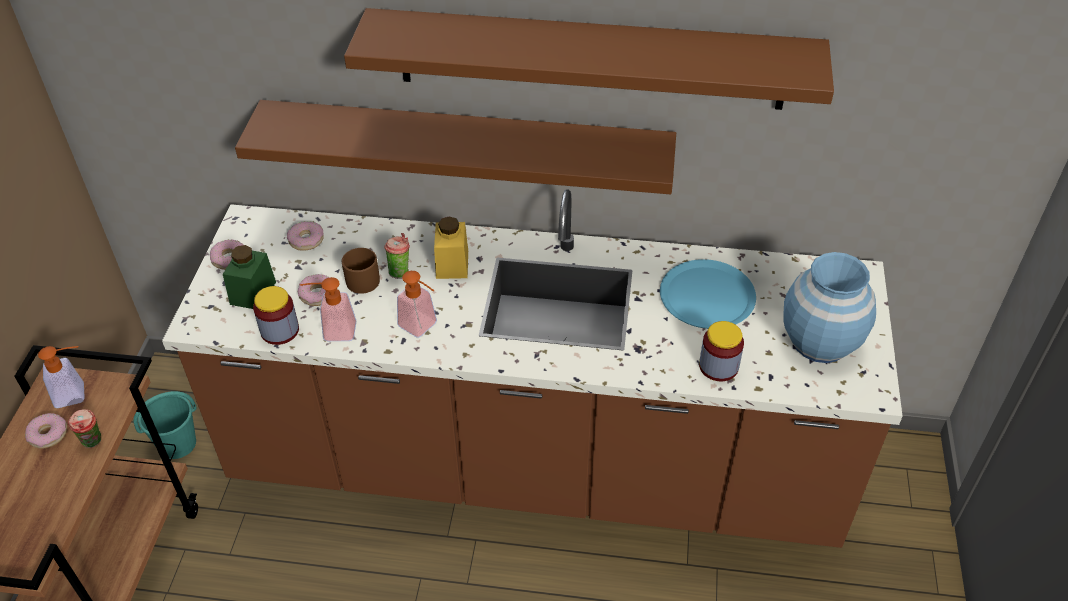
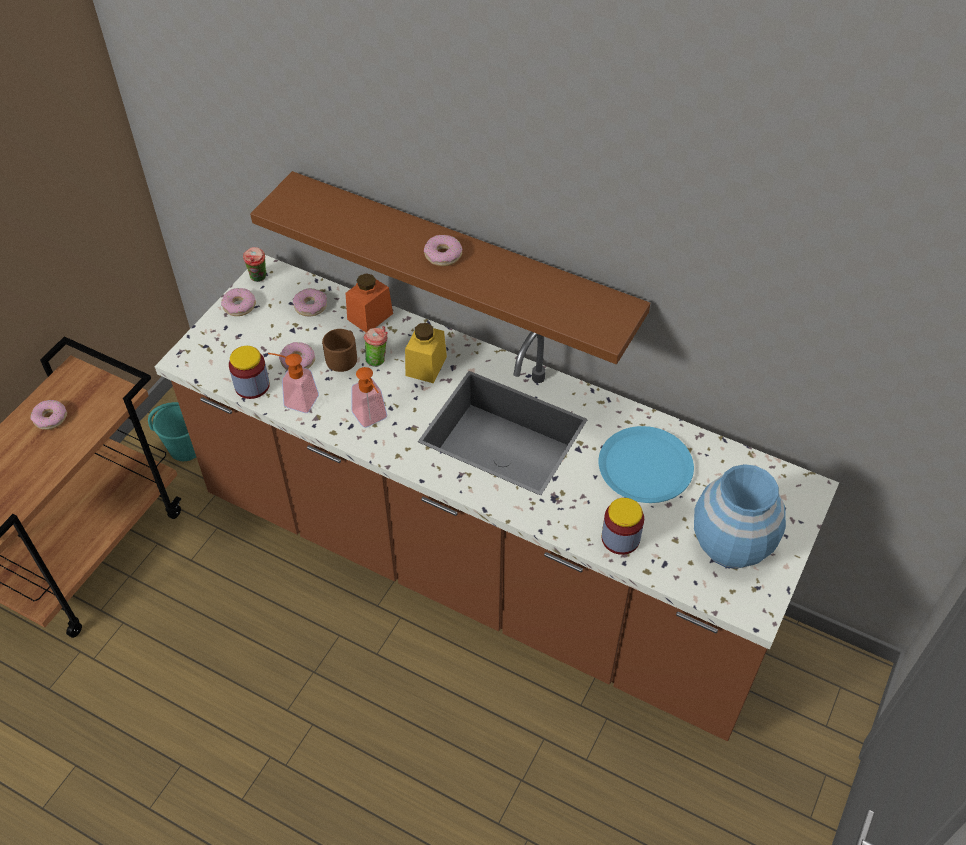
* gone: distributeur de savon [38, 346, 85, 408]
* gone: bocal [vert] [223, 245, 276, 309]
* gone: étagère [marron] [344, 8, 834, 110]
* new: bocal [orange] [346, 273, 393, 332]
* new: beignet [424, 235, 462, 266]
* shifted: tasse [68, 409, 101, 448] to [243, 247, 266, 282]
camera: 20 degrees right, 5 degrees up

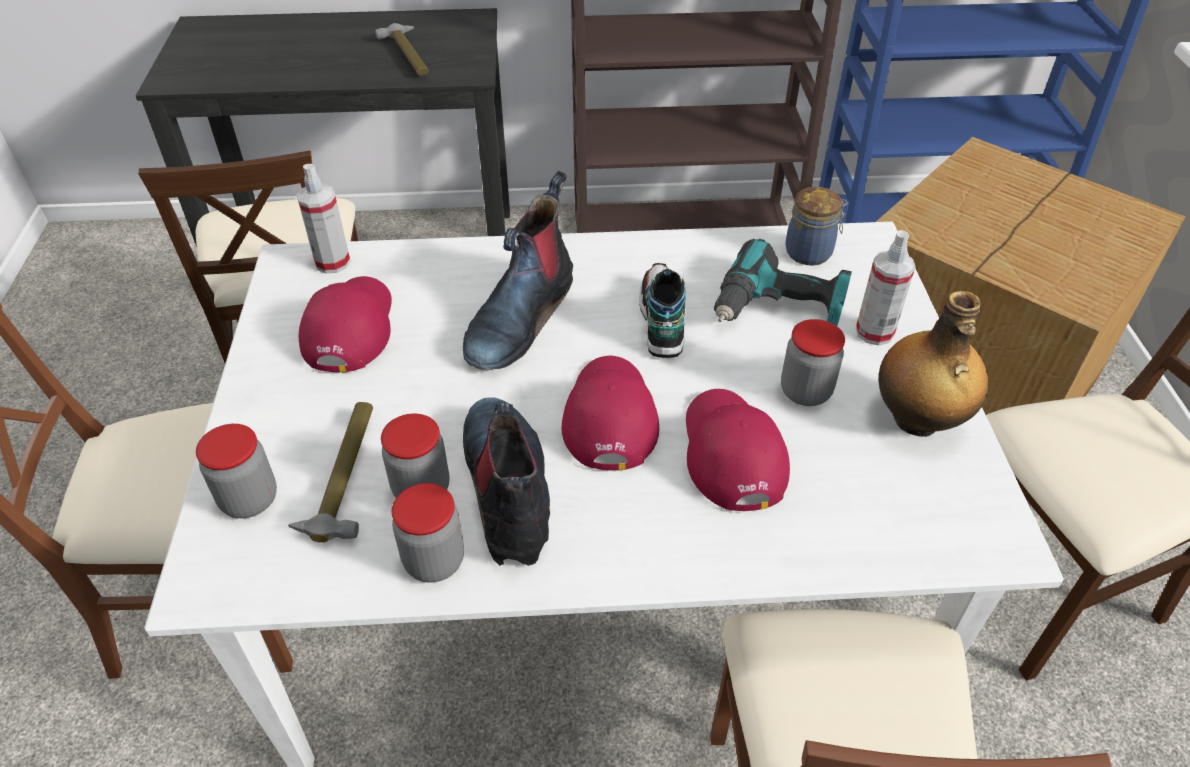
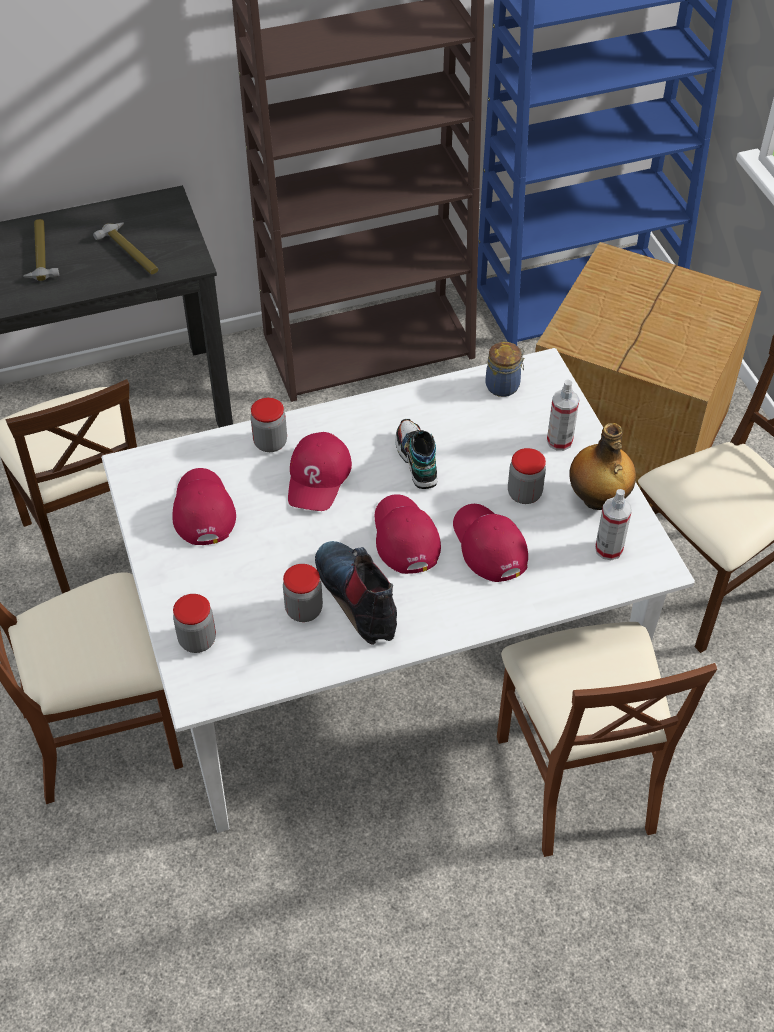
* gone: perceuse [714, 239, 852, 326]
* shifted: marteau [288, 402, 373, 542] to [23, 219, 59, 281]
* shifted: vaporisateur [297, 164, 351, 274] to [595, 489, 632, 560]
* shifted: bocal [391, 483, 464, 583] to [250, 398, 287, 452]
* swapped: botte [463, 171, 573, 370] to casquette [rouge] [288, 432, 352, 511]
camera: 15 degrees left, 5 degrees up

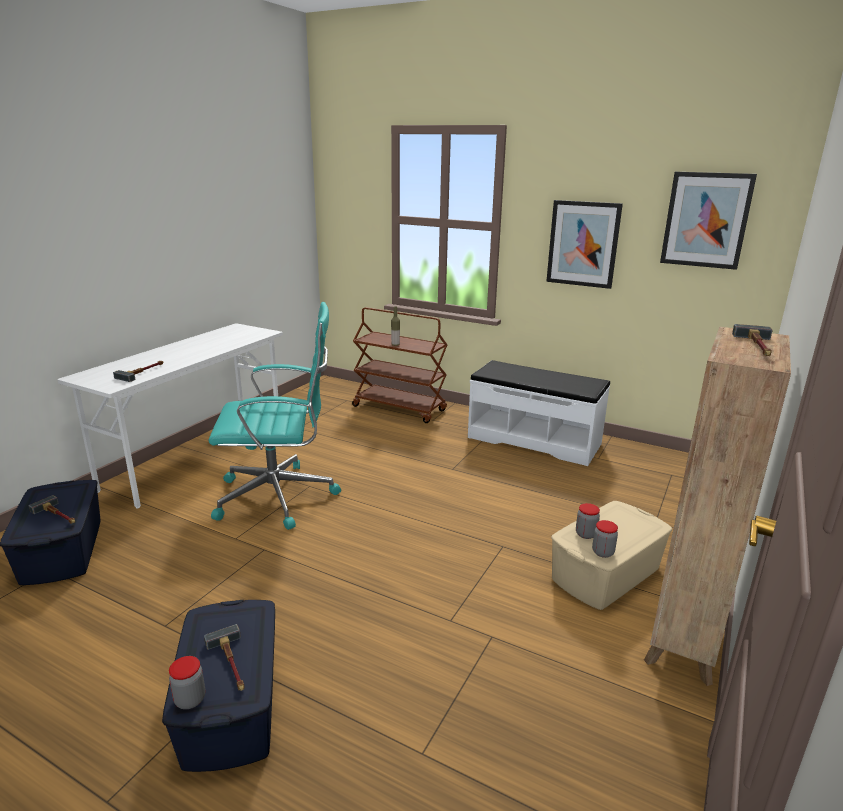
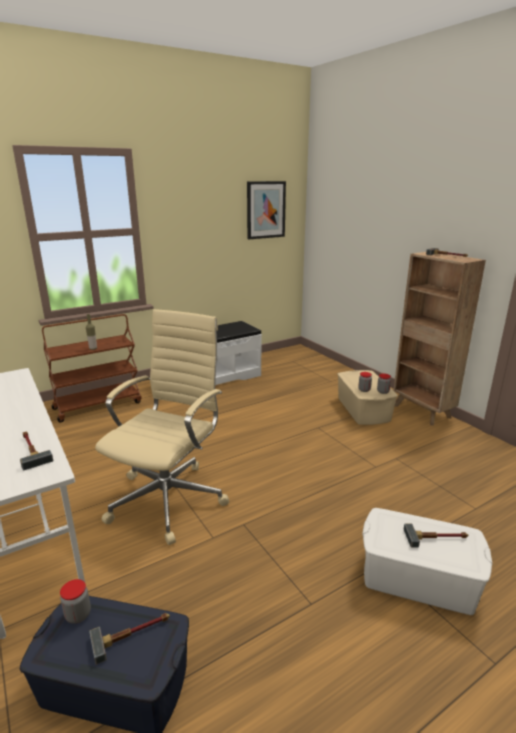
* gone: tableau [546, 200, 623, 289]
* shifted: bocal [169, 656, 205, 709] to [60, 579, 91, 624]
* repainted: boîte de rangement [bleu] [162, 600, 275, 772] to boîte de rangement [blanc] [362, 508, 493, 615]
* repainted: chaise de bureau [turquoise] [209, 302, 341, 530] to chaise de bureau [beige] [95, 309, 229, 545]
camera: 60 degrees left, 0 degrees up

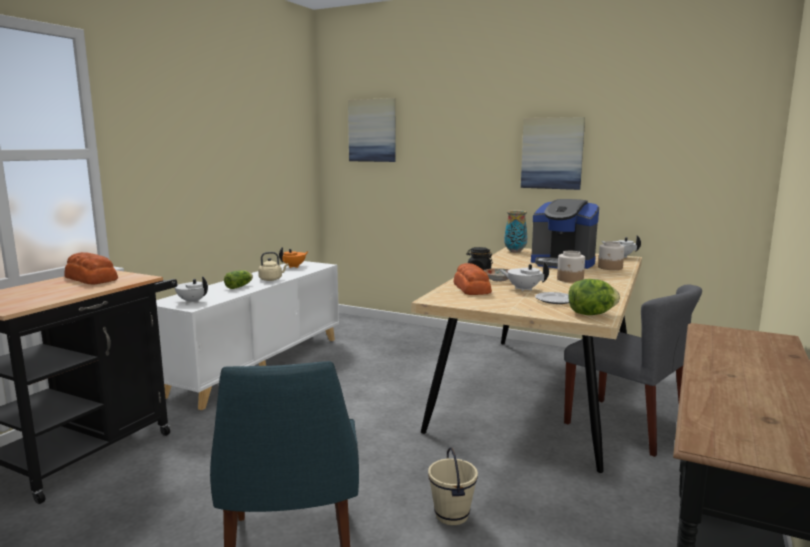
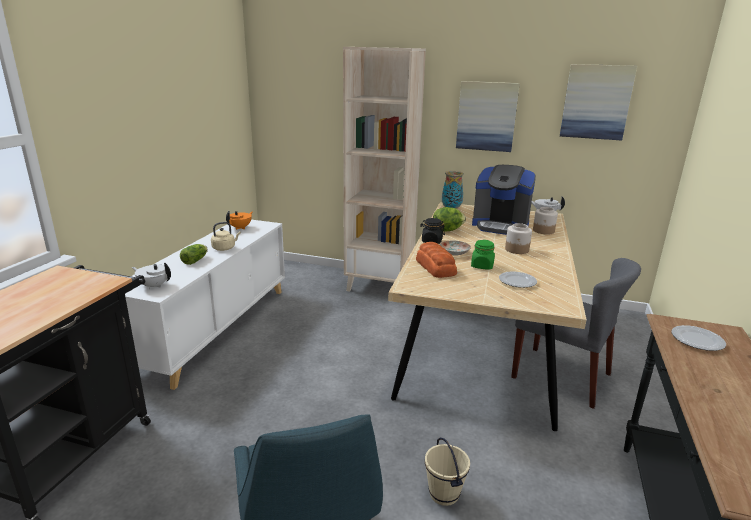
* gone: pain [64, 252, 118, 285]
* new: bibliothèque [beige] [343, 47, 426, 292]
* new: assiette [671, 325, 726, 351]
* shifted: tableau [348, 98, 396, 162] to [560, 64, 637, 140]
* shifted: laitue [568, 279, 620, 315] to [433, 207, 466, 232]
* swapped: théière [blanc] [499, 262, 549, 291] to bocal [vert] [471, 240, 495, 270]
camera: 10 degrees left, 10 degrees up

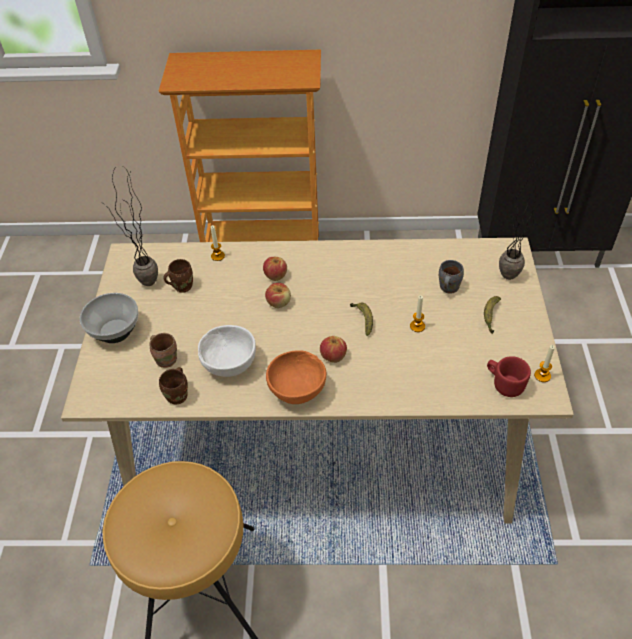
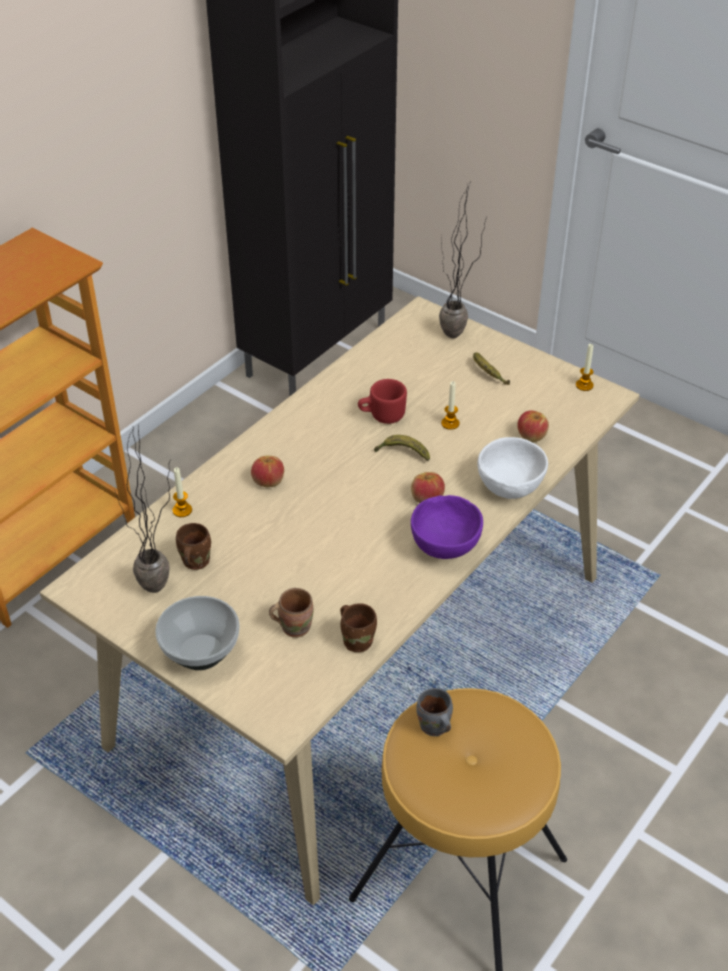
* shifted: bol [blanc] [198, 325, 256, 377] to [477, 437, 548, 499]
* shifted: pomme [265, 283, 291, 308] to [517, 410, 549, 442]
* shifted: mug [gris] [439, 260, 464, 294] to [416, 688, 453, 736]
* shifted: mug [rouge] [487, 356, 531, 397] to [358, 379, 407, 424]
* repainted: bol [orange] [266, 350, 326, 404] to bol [violet] [411, 495, 483, 559]
camera: 55 degrees left, 5 degrees down

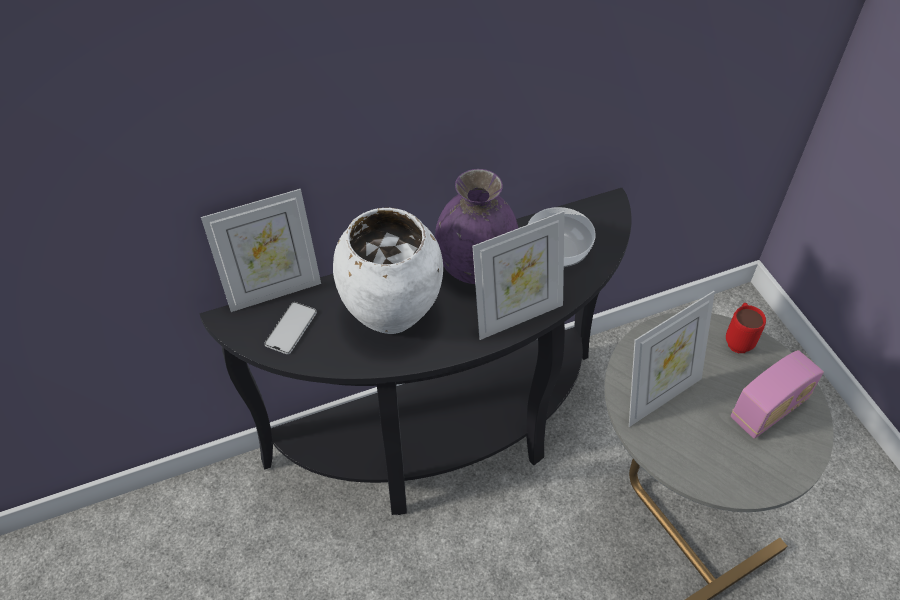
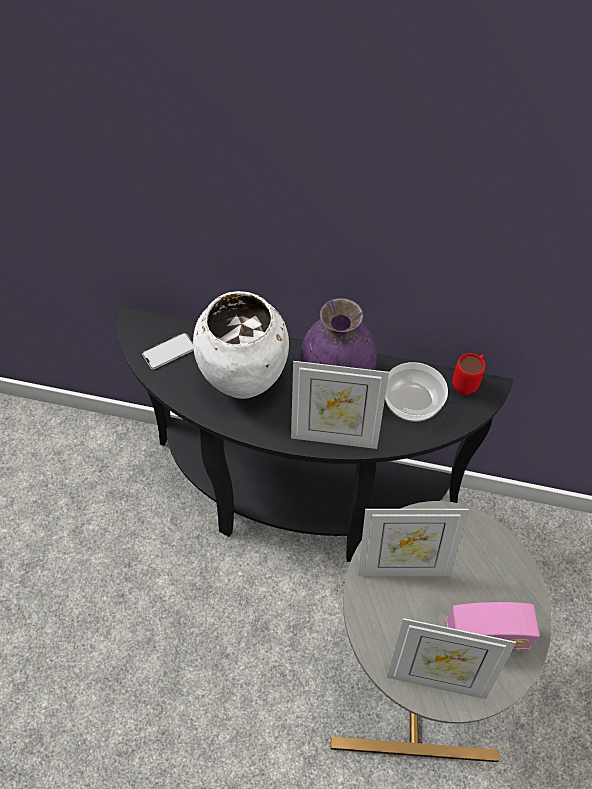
* shifted: cadre photo [201, 189, 321, 312] to [387, 618, 516, 699]
* shifted: mug [rouge] [726, 303, 766, 353] to [452, 353, 485, 395]
camera: 35 degrees right, 5 degrees up

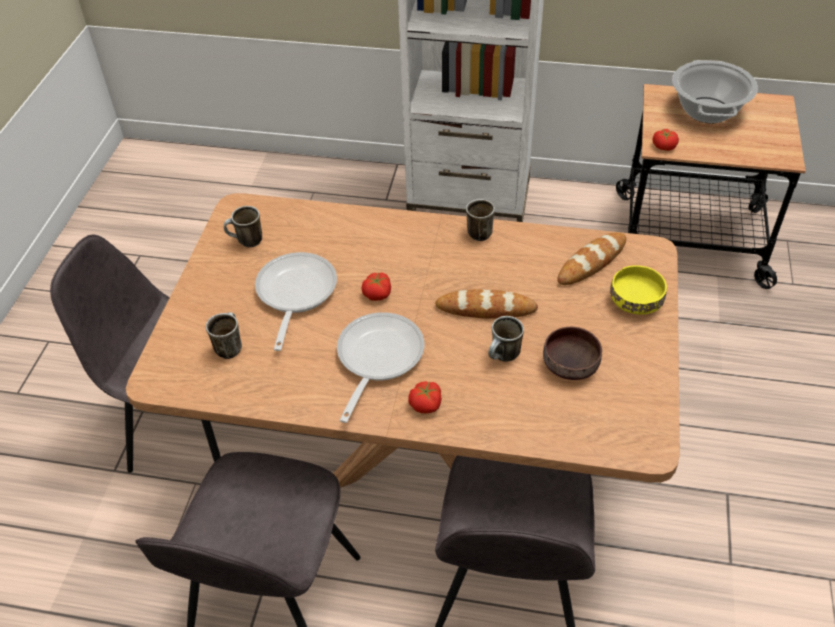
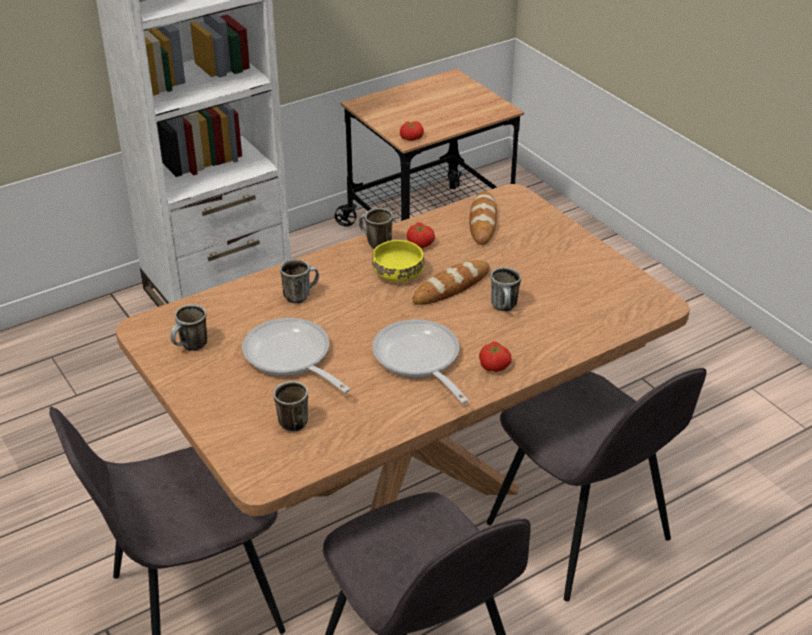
* gone: bol [marron] [543, 327, 602, 380]
* gone: marmite [672, 60, 758, 123]
* new: mug [280, 259, 319, 303]
* shifted: tomate [362, 273, 391, 301] to [406, 222, 435, 248]
* shifted: bol [jaune] [610, 265, 667, 315] to [372, 240, 424, 282]
camera: 45 degrees left, 10 degrees down

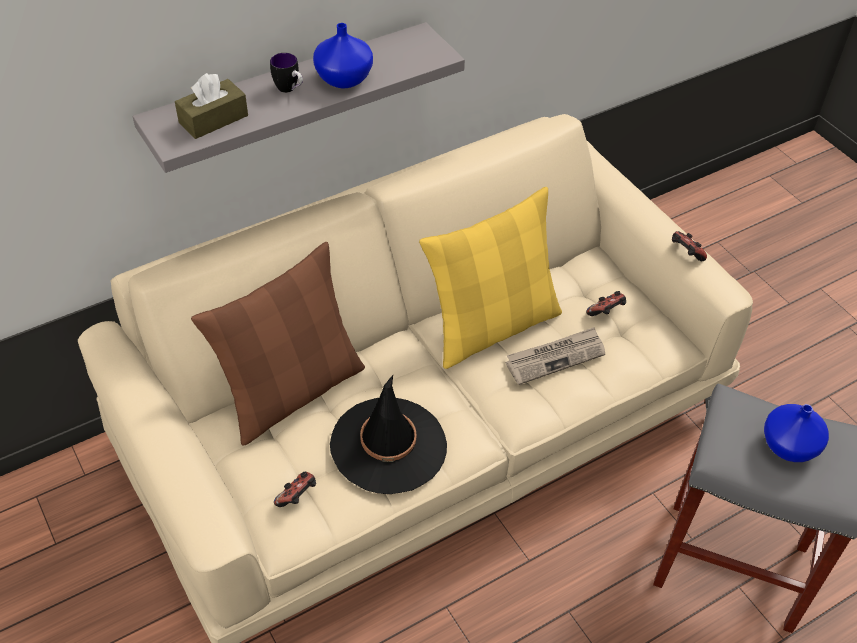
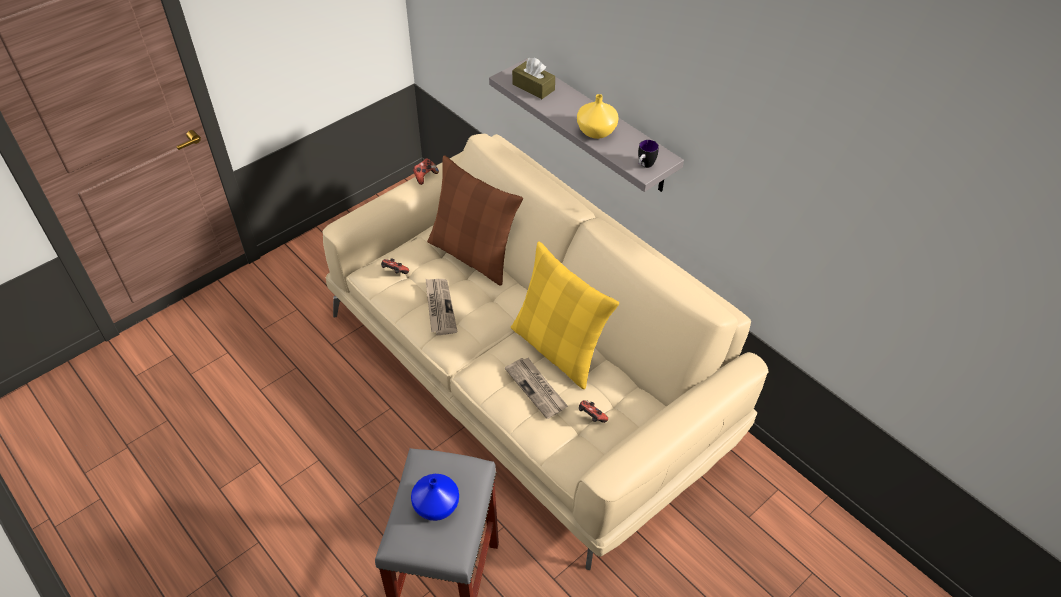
* shifted: mug [270, 53, 303, 93] to [638, 140, 659, 168]
* shifted: manette [672, 231, 707, 261] to [413, 158, 439, 185]
* swapped: chapeau [noir] [330, 375, 447, 494] to journal [425, 279, 457, 335]
* repainted: vase [bleu] [313, 23, 373, 88] to vase [jaune] [577, 94, 618, 139]
camera: 80 degrees right, 0 degrees up

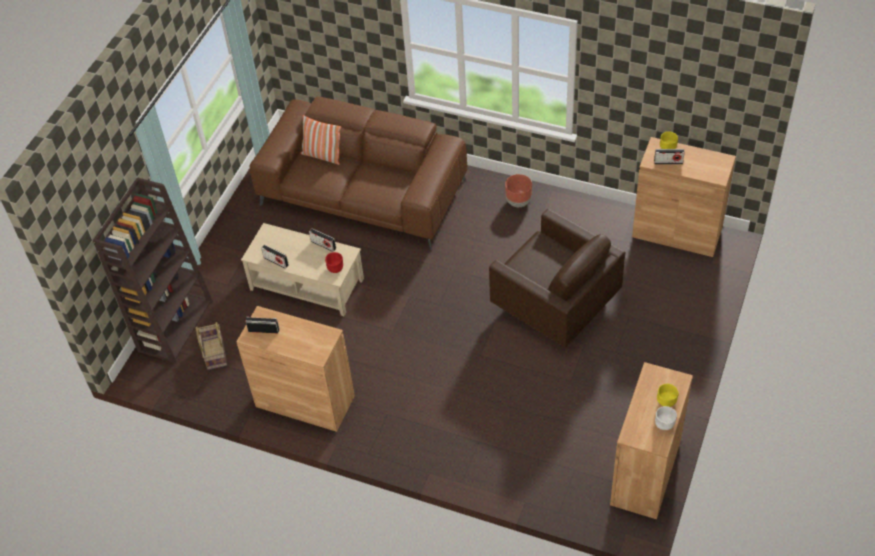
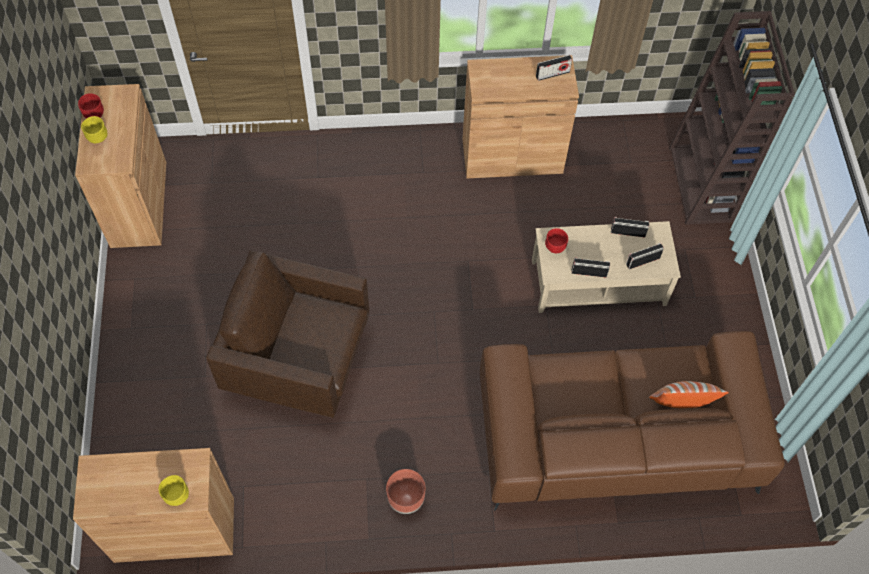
* gone: panier [196, 322, 227, 370]
* shifted: radio [654, 149, 685, 164] to [626, 243, 664, 269]
* repainted: bol [blanc] [655, 406, 677, 430] to bol [rouge] [78, 93, 104, 119]
camera: 150 degrees right, 10 degrees up

